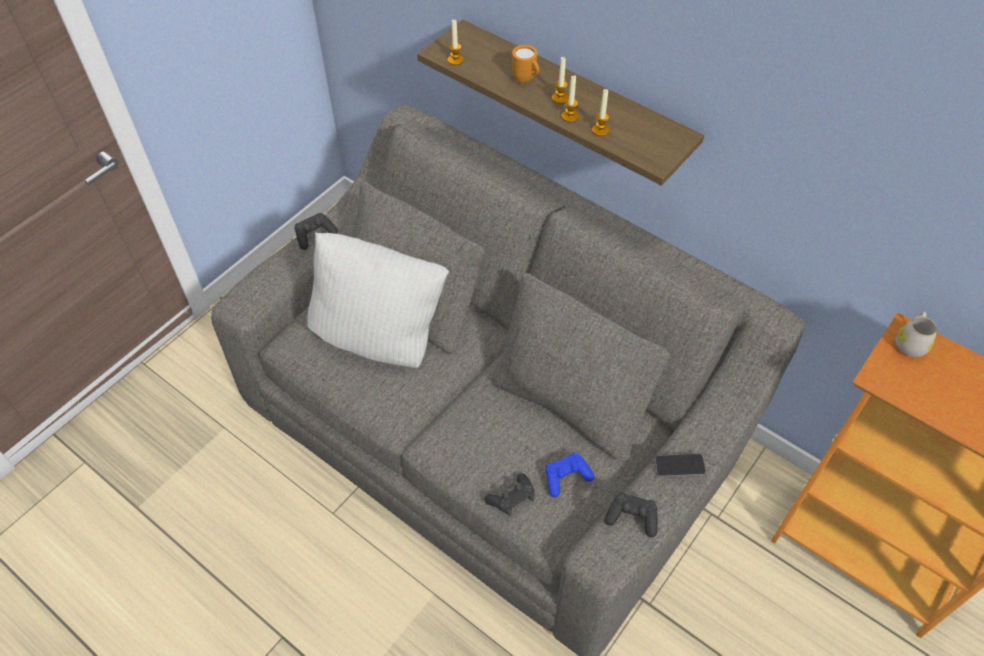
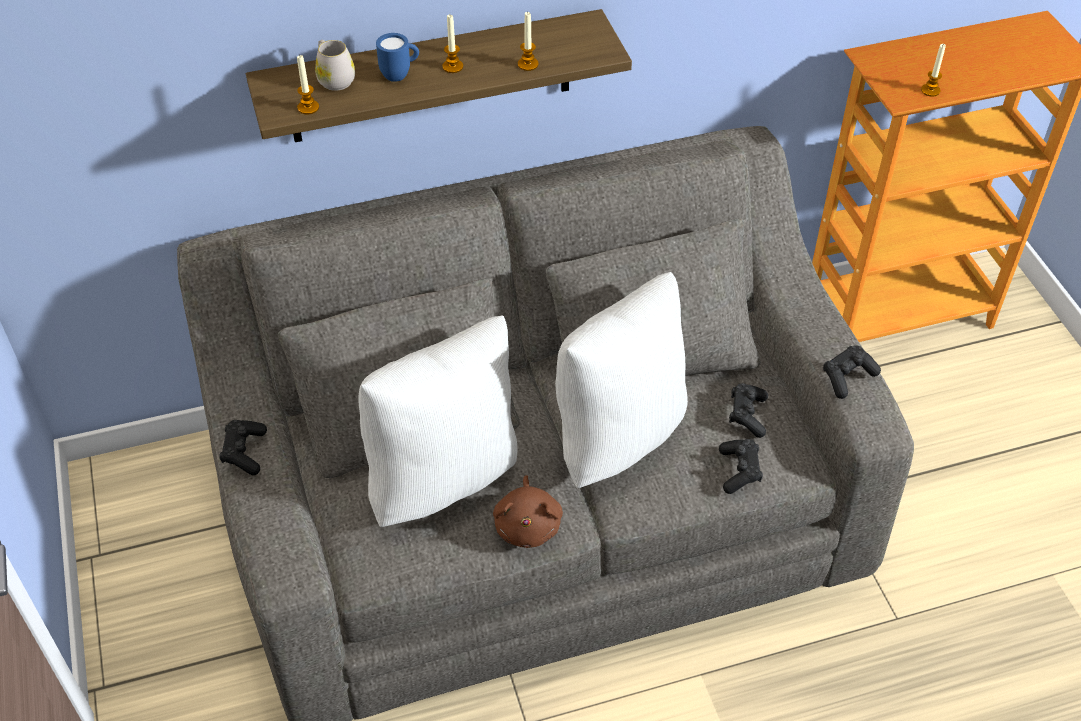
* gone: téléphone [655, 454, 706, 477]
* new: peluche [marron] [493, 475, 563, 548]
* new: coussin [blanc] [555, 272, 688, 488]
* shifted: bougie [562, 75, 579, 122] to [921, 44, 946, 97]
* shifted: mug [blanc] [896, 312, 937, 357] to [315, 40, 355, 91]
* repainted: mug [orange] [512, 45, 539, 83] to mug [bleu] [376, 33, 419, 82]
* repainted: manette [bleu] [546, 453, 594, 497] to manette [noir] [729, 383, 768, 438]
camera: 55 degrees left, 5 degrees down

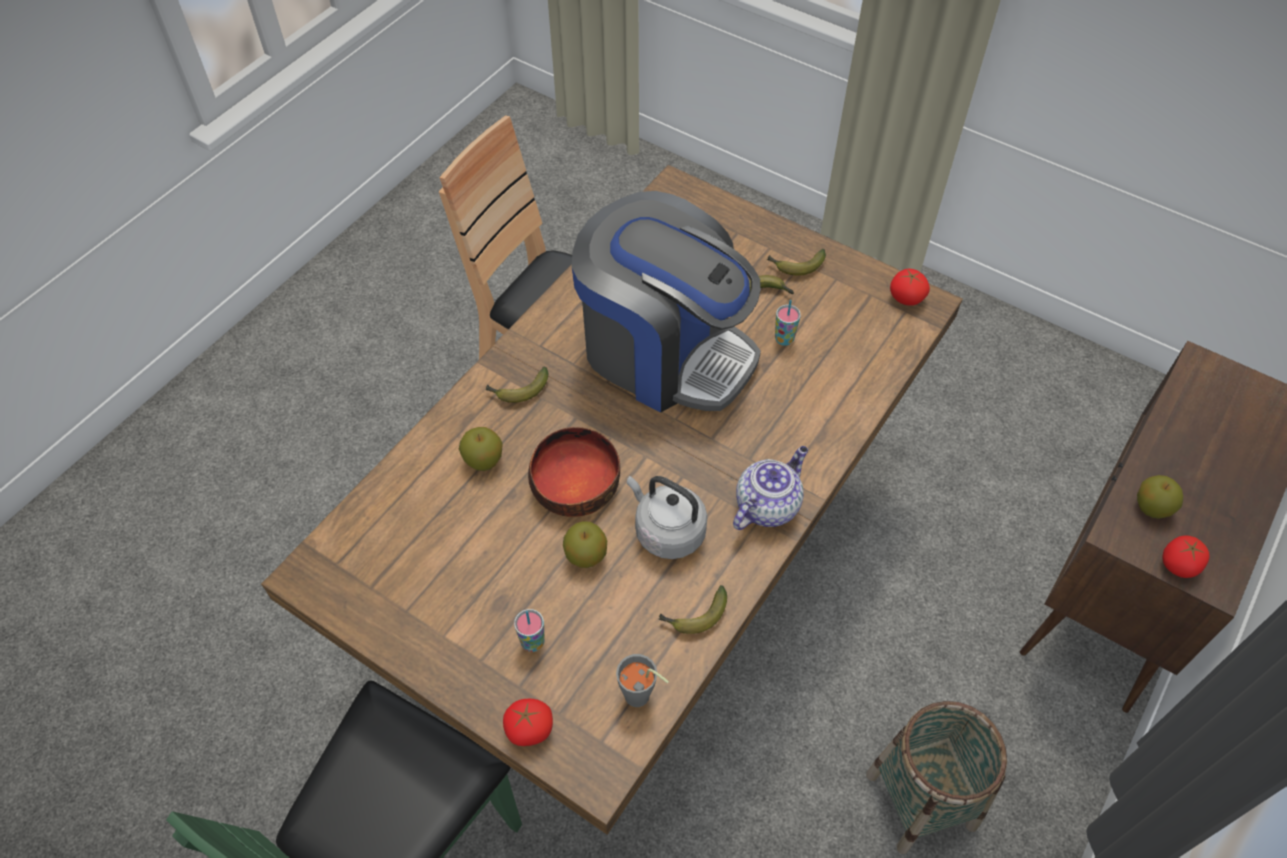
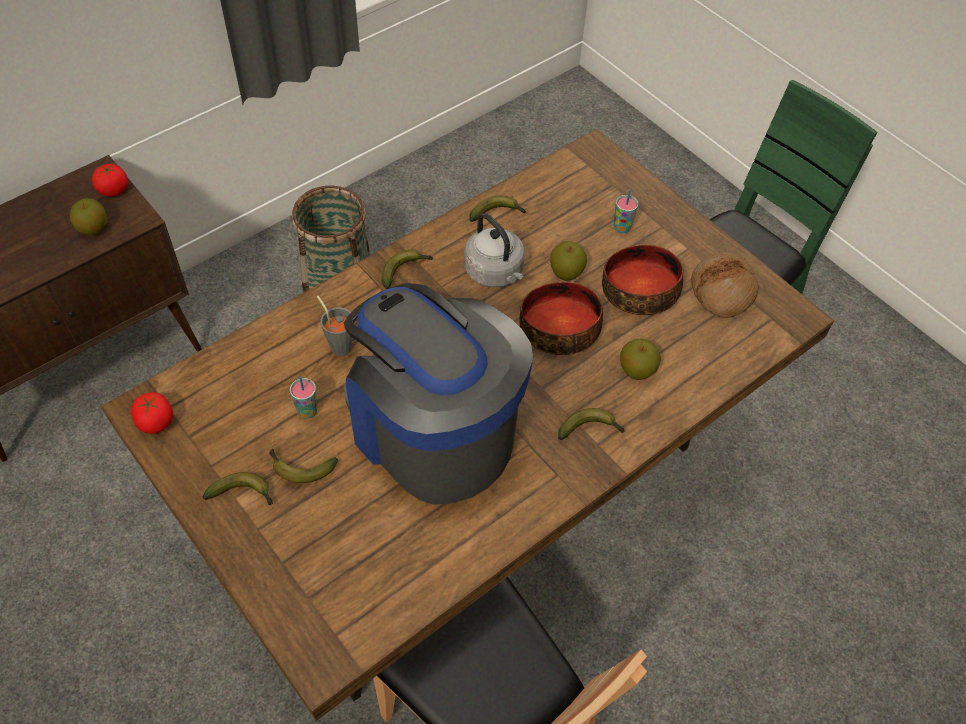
* gone: tomate [503, 699, 553, 746]
* new: bol [602, 245, 683, 315]
* new: pain [691, 252, 759, 318]
* shifted: tasse [gris] [616, 654, 669, 707] to [317, 296, 352, 356]
* swapped: théière [733, 446, 808, 530] to banane [381, 249, 433, 289]
camera: 165 degrees left, 0 degrees up

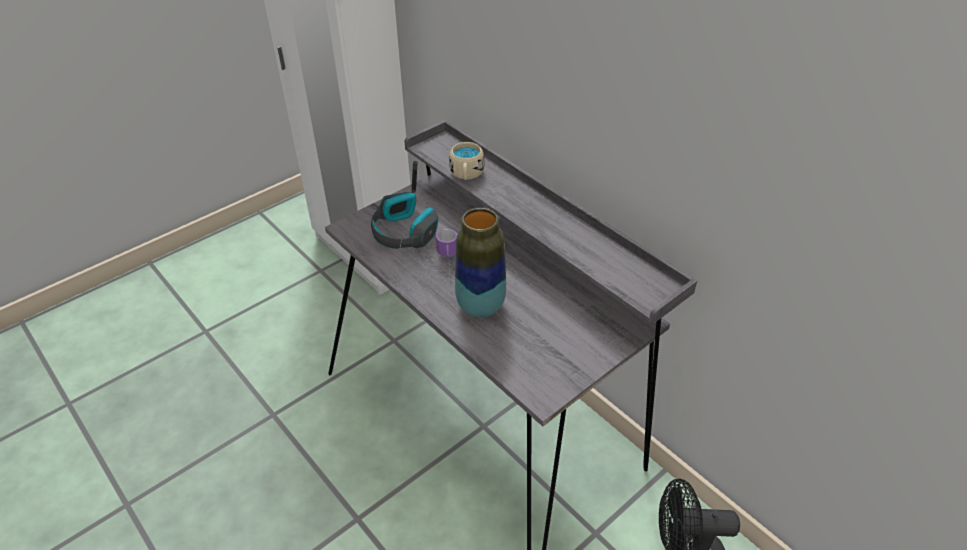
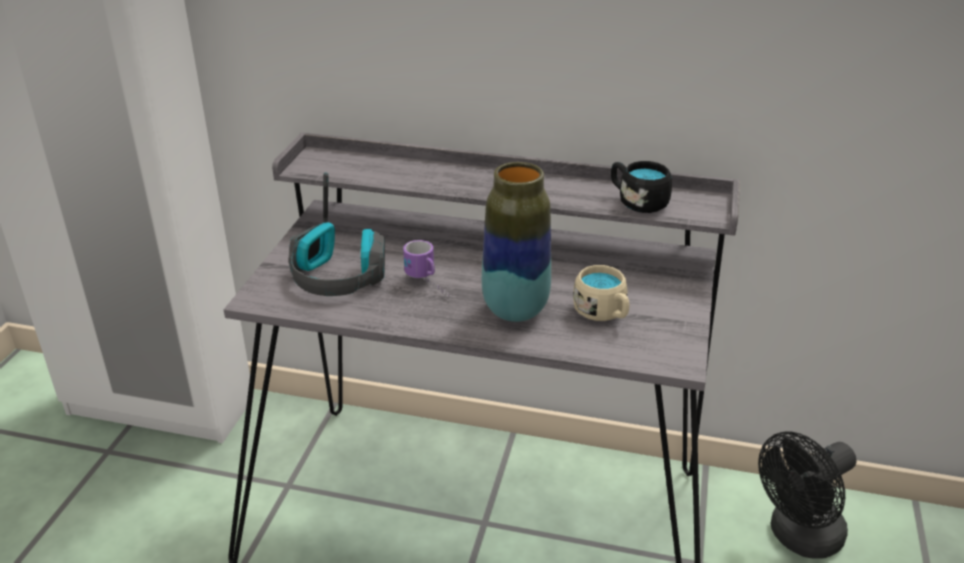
* new: mug [noir] [611, 161, 672, 213]
* shifted: mug [beige] [449, 142, 485, 180] to [573, 265, 630, 321]
camera: 35 degrees left, 10 degrees down

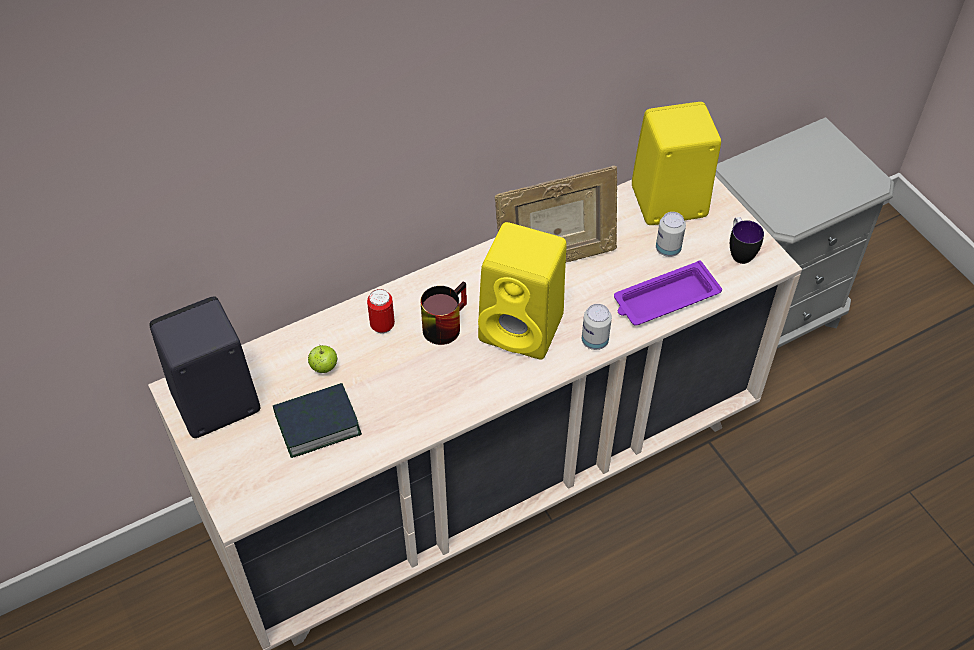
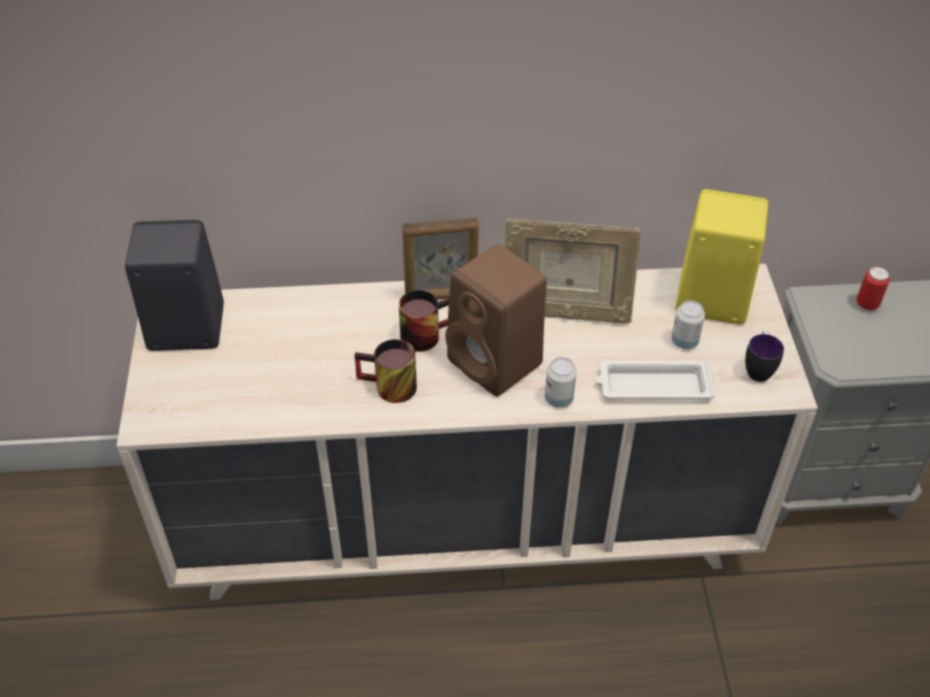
* gone: livre [273, 383, 362, 458]
* gone: pomme [308, 345, 337, 373]
* new: mug [355, 339, 417, 403]
* new: cadre photo [402, 217, 479, 300]
* shifted: boîte métallique [367, 289, 395, 334] to [857, 267, 890, 312]
* repainted: enceinte [jaune] [478, 222, 566, 359] to enceinte [marron] [445, 244, 547, 397]
* repainted: plateau [violet] [614, 260, 722, 326] to plateau [blanc] [596, 360, 715, 399]
camera: 25 degrees right, 5 degrees down

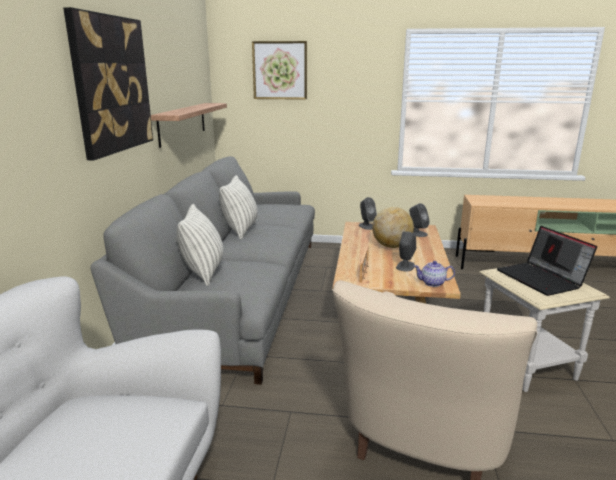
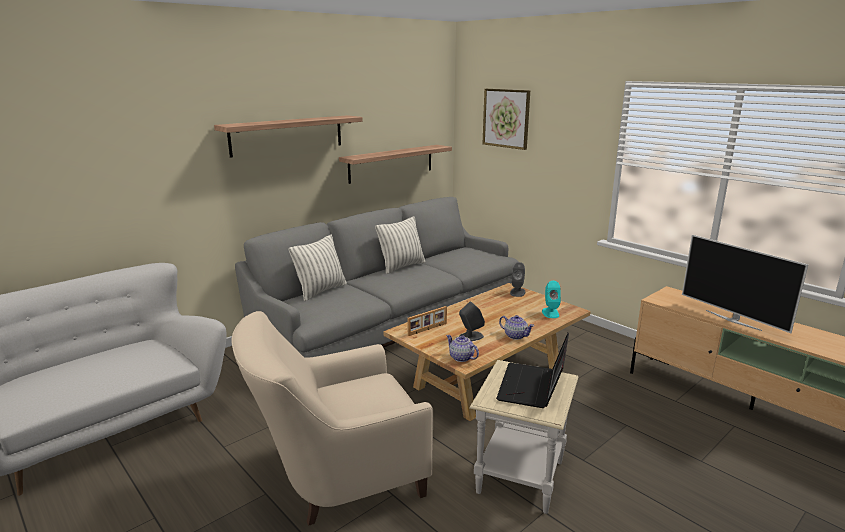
* gone: globe [372, 207, 414, 248]
* new: théière [499, 315, 534, 340]
* new: téléviseur [682, 235, 808, 333]
* swapped: tableau [63, 7, 153, 160] to étagère [214, 115, 363, 158]
* repainted: enceinte [gris] [409, 203, 430, 237] to enceinte [turquoise] [542, 281, 561, 318]
camera: 40 degrees right, 0 degrees up

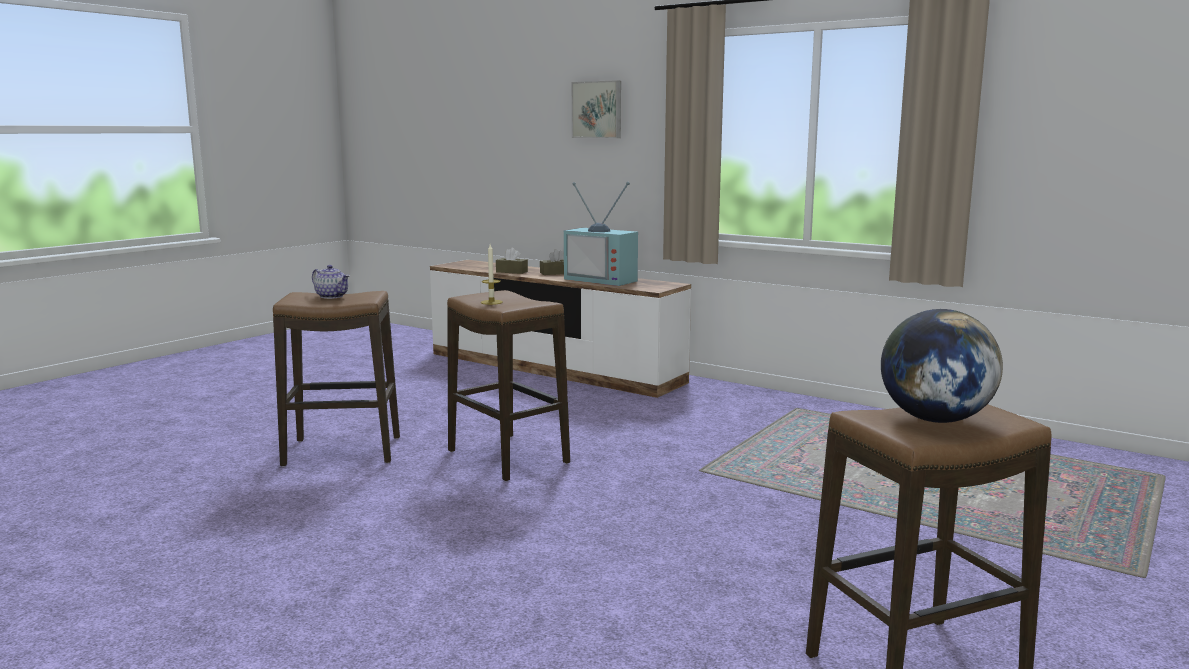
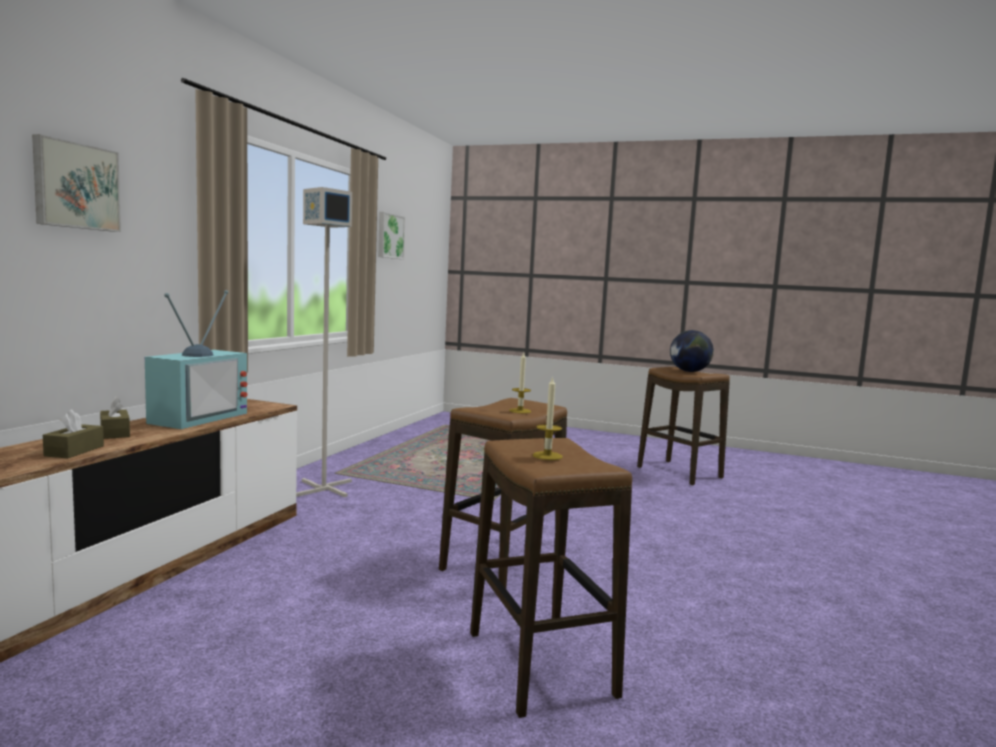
* new: lampadaire [gris] [296, 187, 352, 497]
* new: tableau [378, 212, 405, 259]
* swapped: théière [312, 265, 350, 299] to bougie [533, 376, 563, 460]
camera: 105 degrees left, 5 degrees down

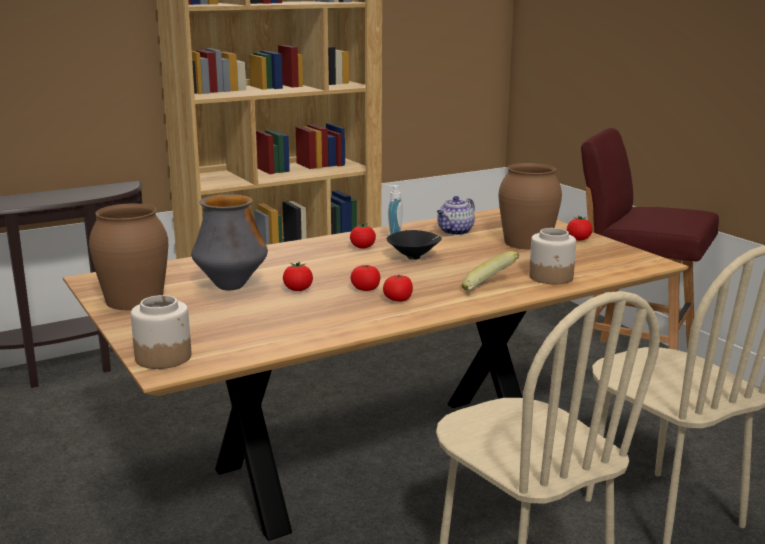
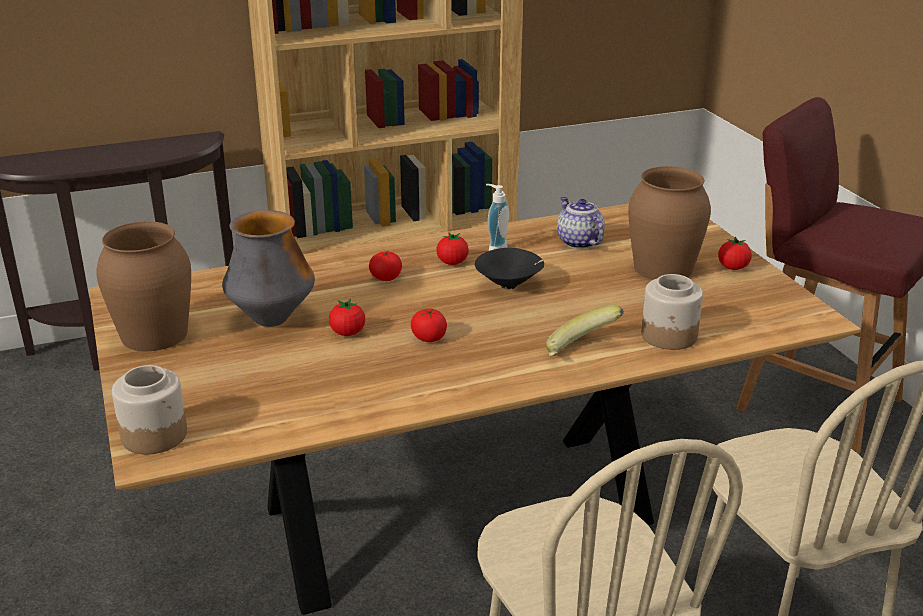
* shifted: tomate [383, 275, 413, 302] to [369, 251, 402, 281]
* rotated: théière [437, 196, 475, 235] = [557, 197, 605, 249] 105 degrees clockwise
camera: 10 degrees right, 10 degrees up

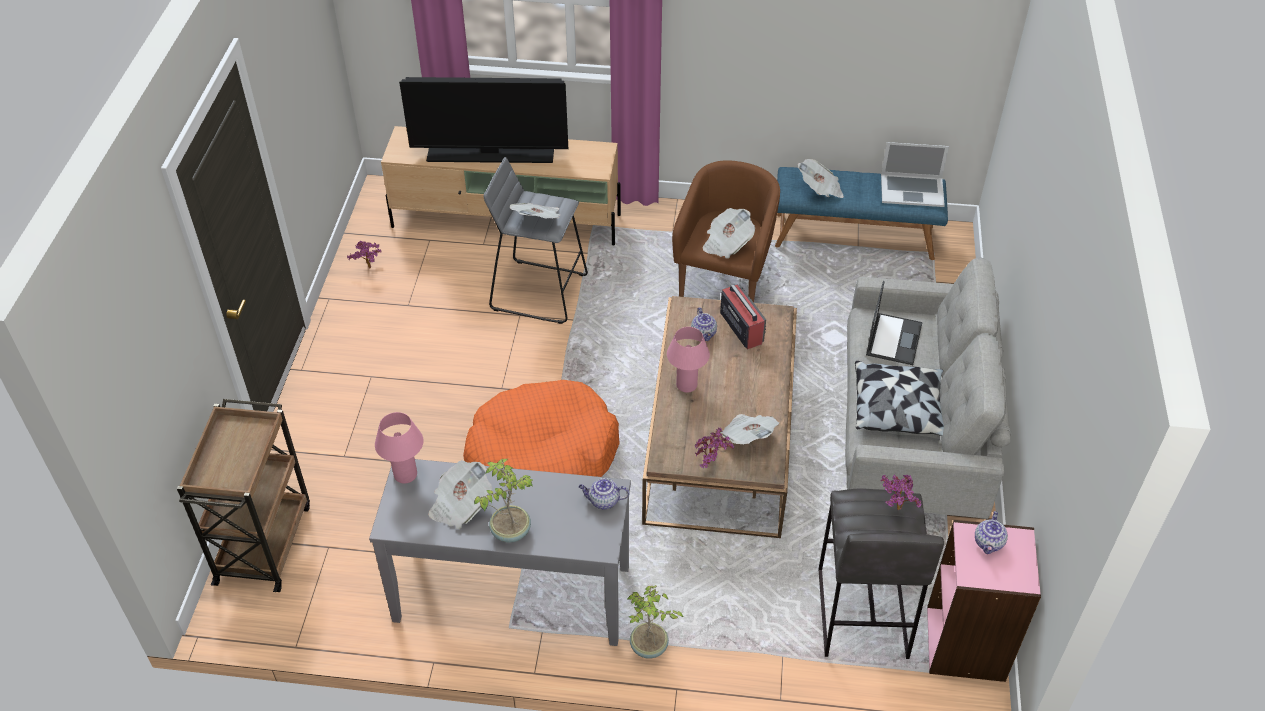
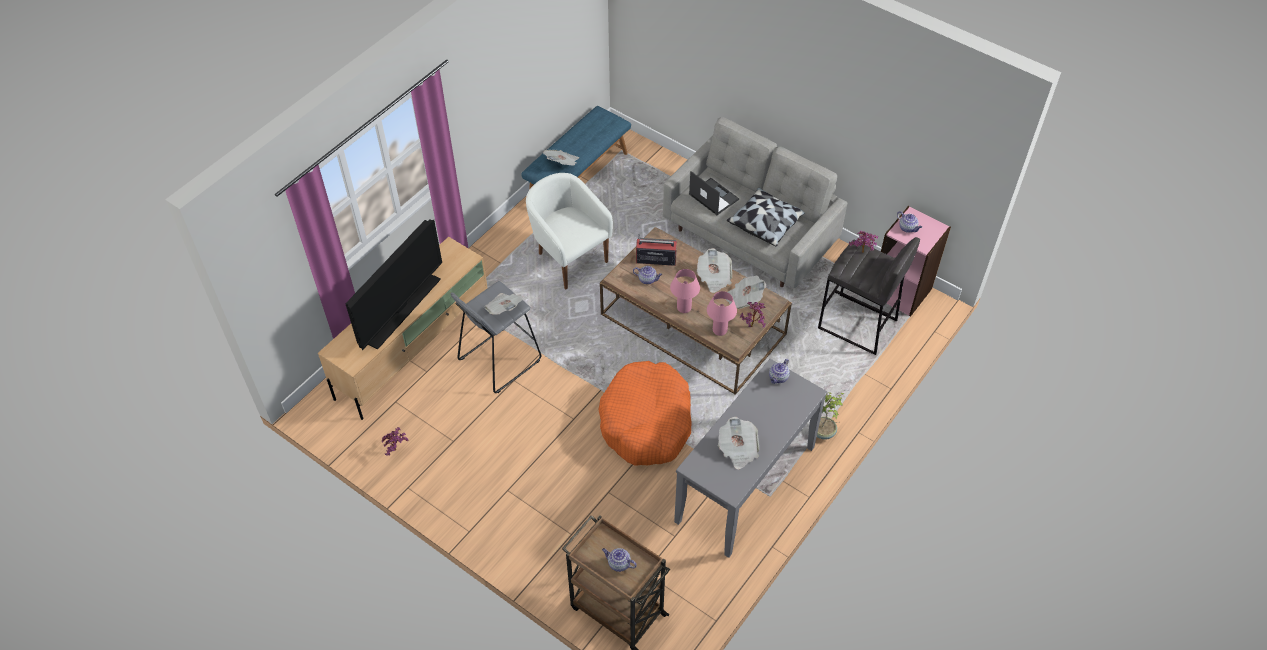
* gone: plante en pot [474, 458, 533, 543]
* gone: ordinateur portable [881, 142, 949, 207]
* new: théière [602, 548, 637, 572]
* shifted: lampe de table [rose] [375, 412, 423, 484] to [707, 291, 737, 336]
* shifted: journal [703, 208, 755, 259] to [696, 248, 732, 293]
* repainted: fauteuil [marron] [672, 160, 780, 302] to fauteuil [blanc] [526, 173, 613, 289]
camera: 60 degrees left, 5 degrees up

